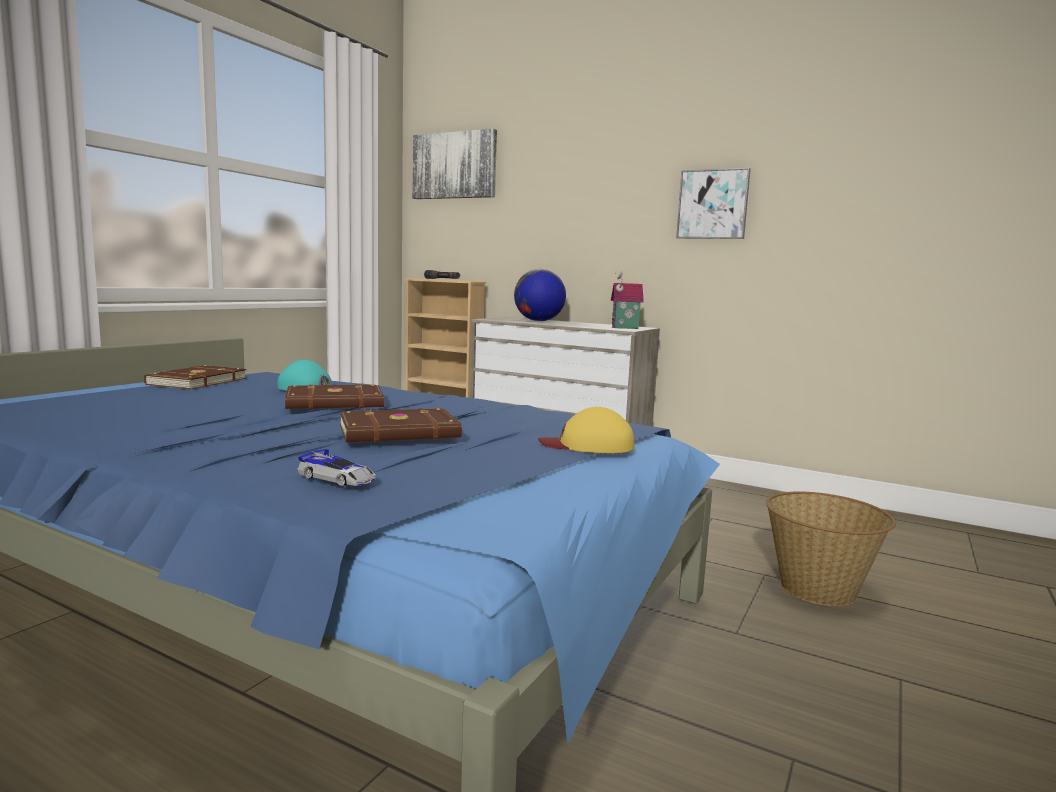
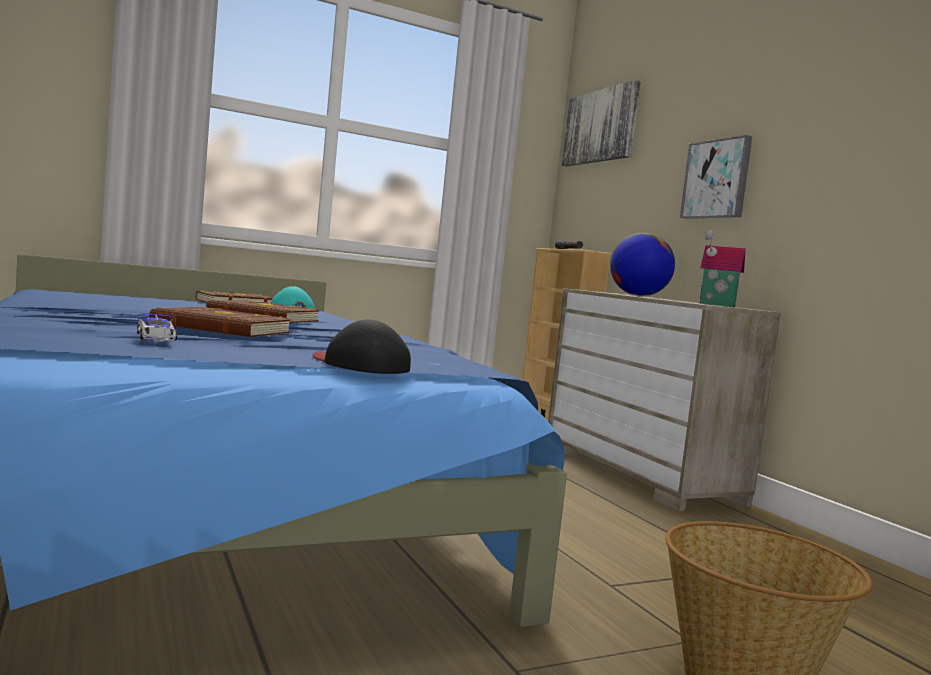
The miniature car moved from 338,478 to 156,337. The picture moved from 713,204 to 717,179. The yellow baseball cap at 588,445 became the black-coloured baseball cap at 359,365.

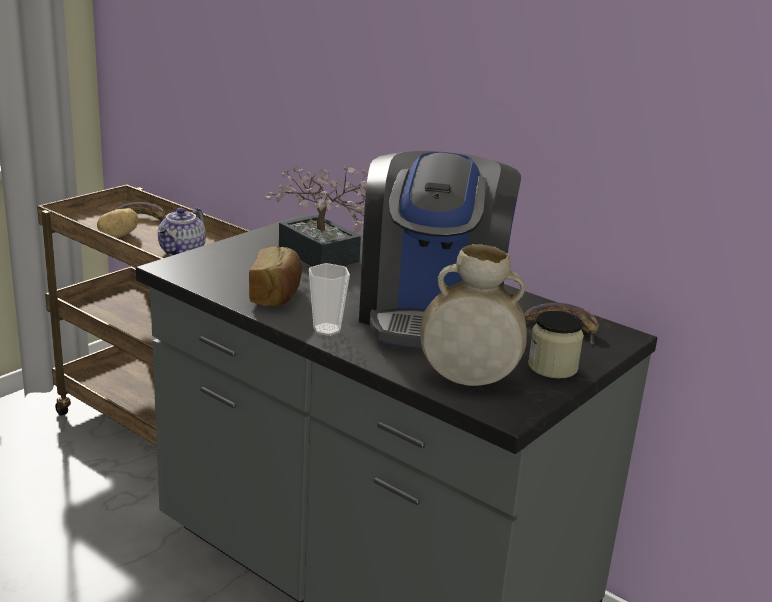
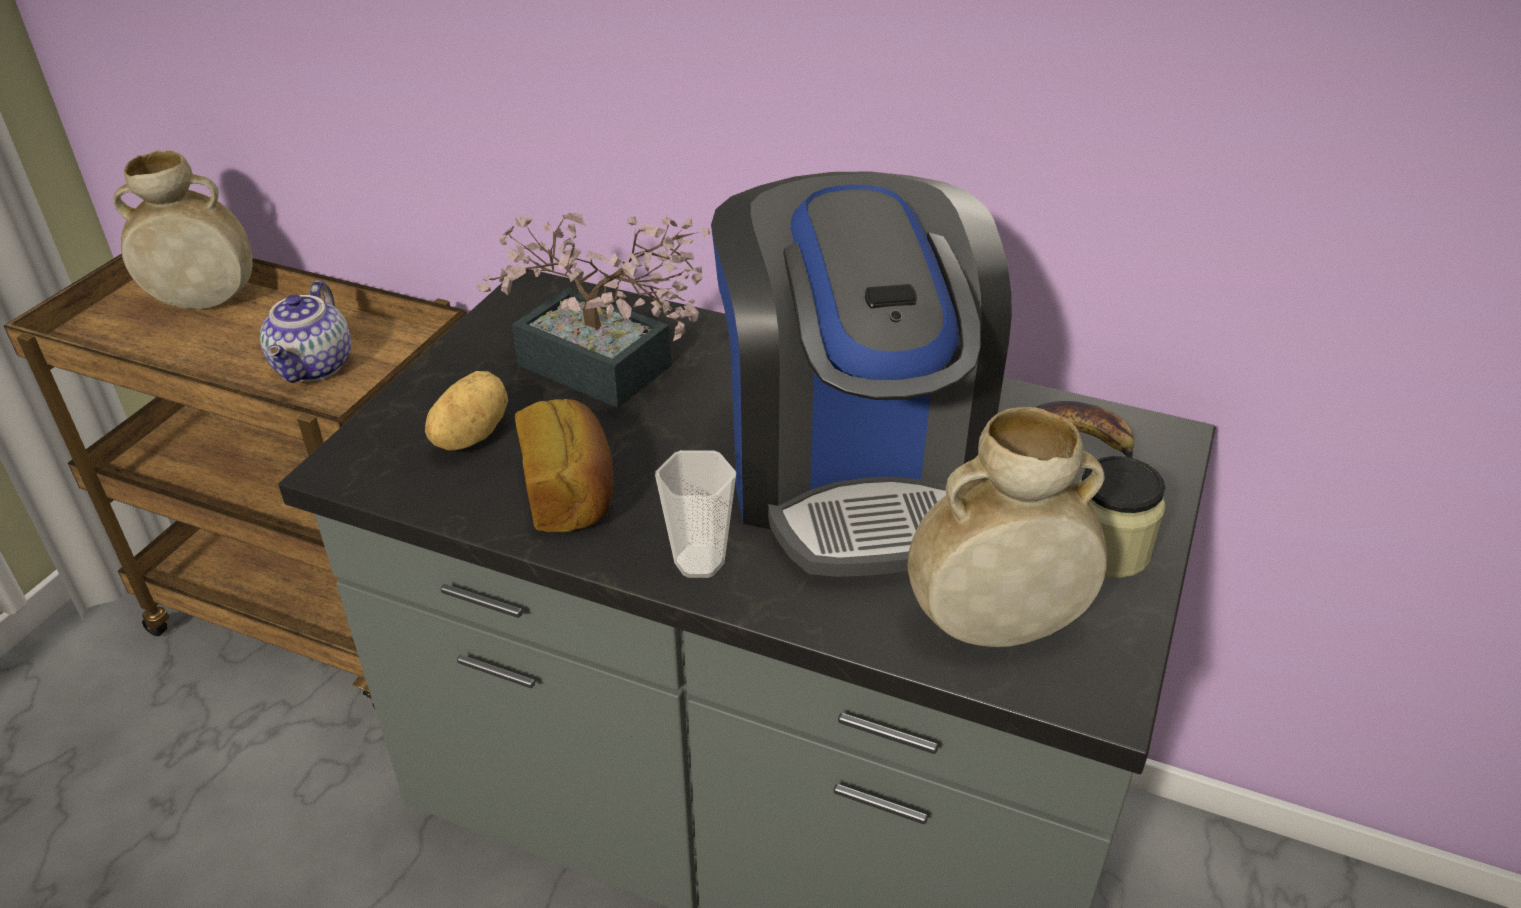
The whole potato moved from 118,235 to 469,436. The banana at 140,219 was replaced by the beige flower vase at 205,302.

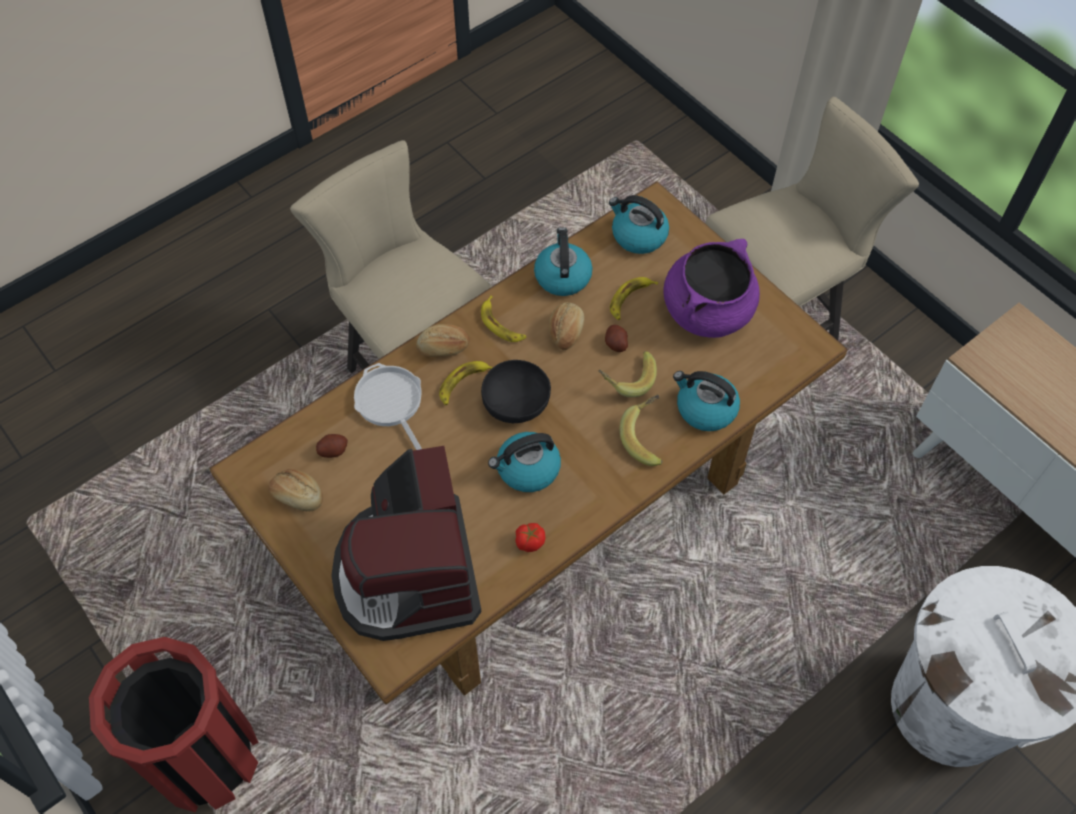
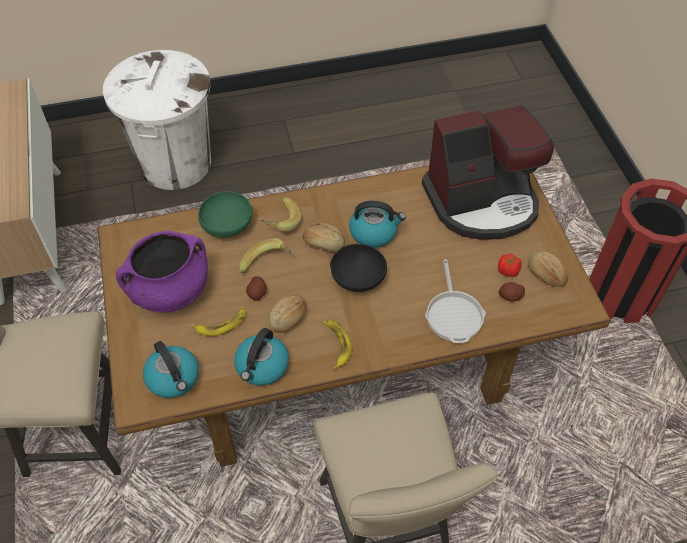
The banana at 463,384 disappeared. The bakery bread moved from 443,348 to 324,243. The fresh tomato moved from 529,542 to 508,271. The tea kettle at 705,409 was replaced by the green-coloured bowl at 227,225. The coffee brewer at 408,573 turned 60 degrees clockwise.

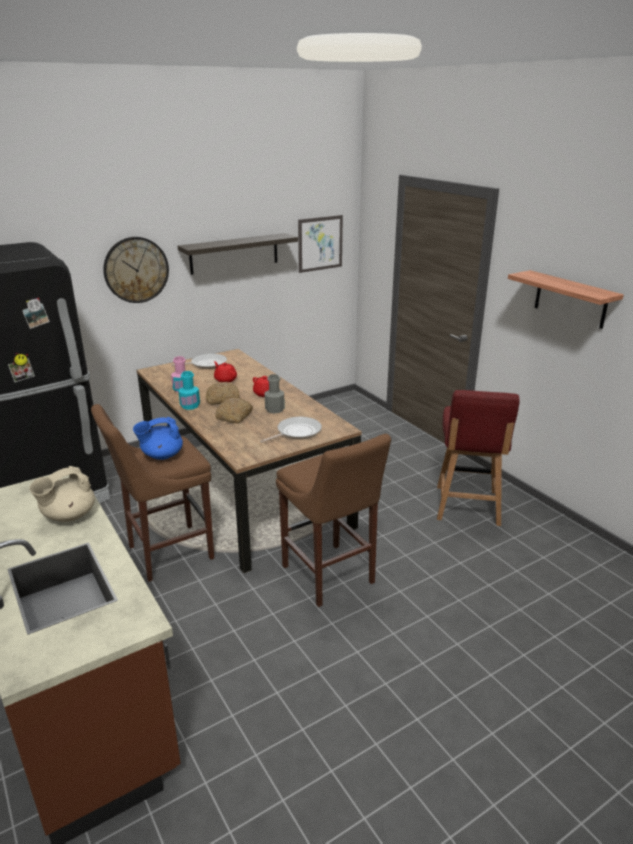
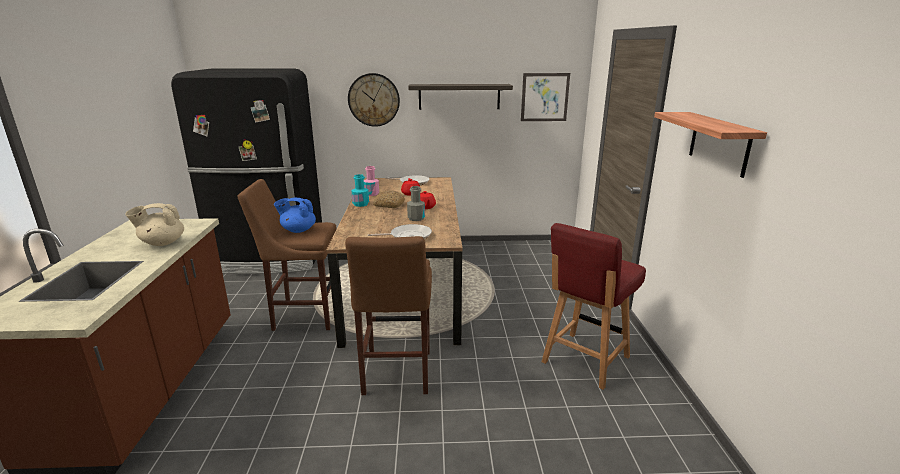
The bakery bread at 234,416 disappeared.

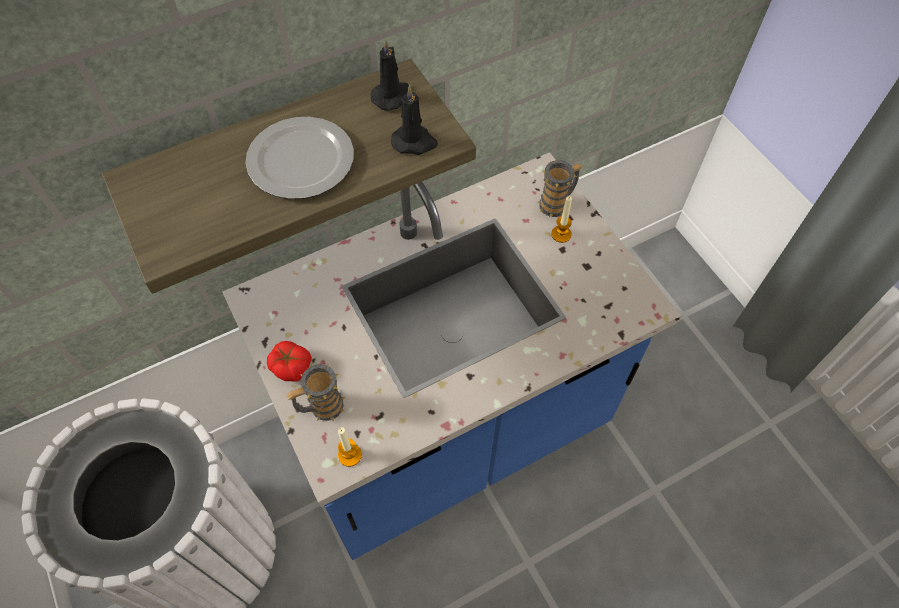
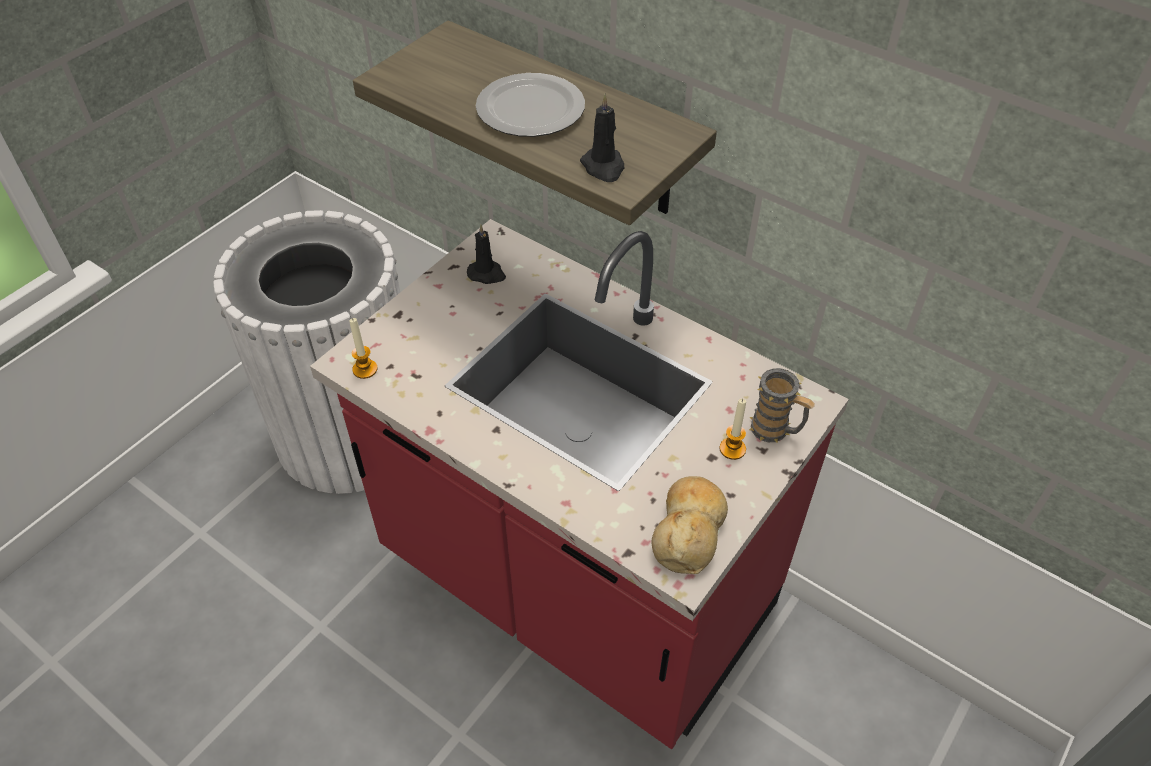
The fresh tomato at 291,367 disappeared. The coffee mug at 321,408 disappeared. The bakery bread at 689,531 appeared. The black-coloured wax candle moved from 392,96 to 487,274. The bluish kitchen counter at 449,431 became the reddish kitchen counter at 575,587.

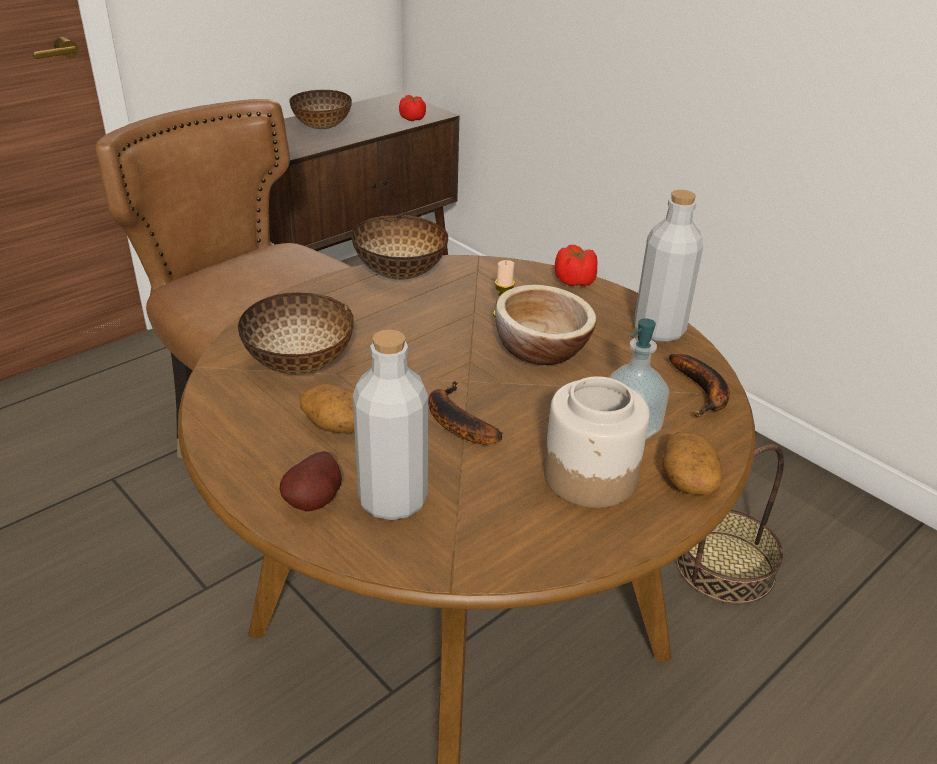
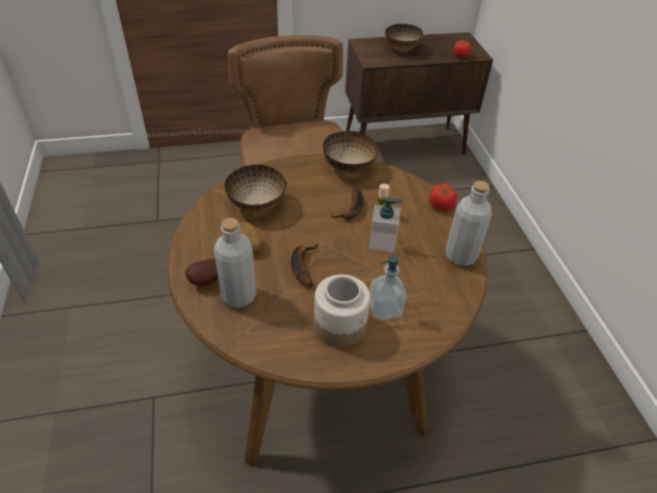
The whole potato at 687,479 disappeared. The storage basket at 724,566 disappeared. The banana moved from 703,392 to 352,209. The bowl at 541,349 was replaced by the soap bottle at 382,242.

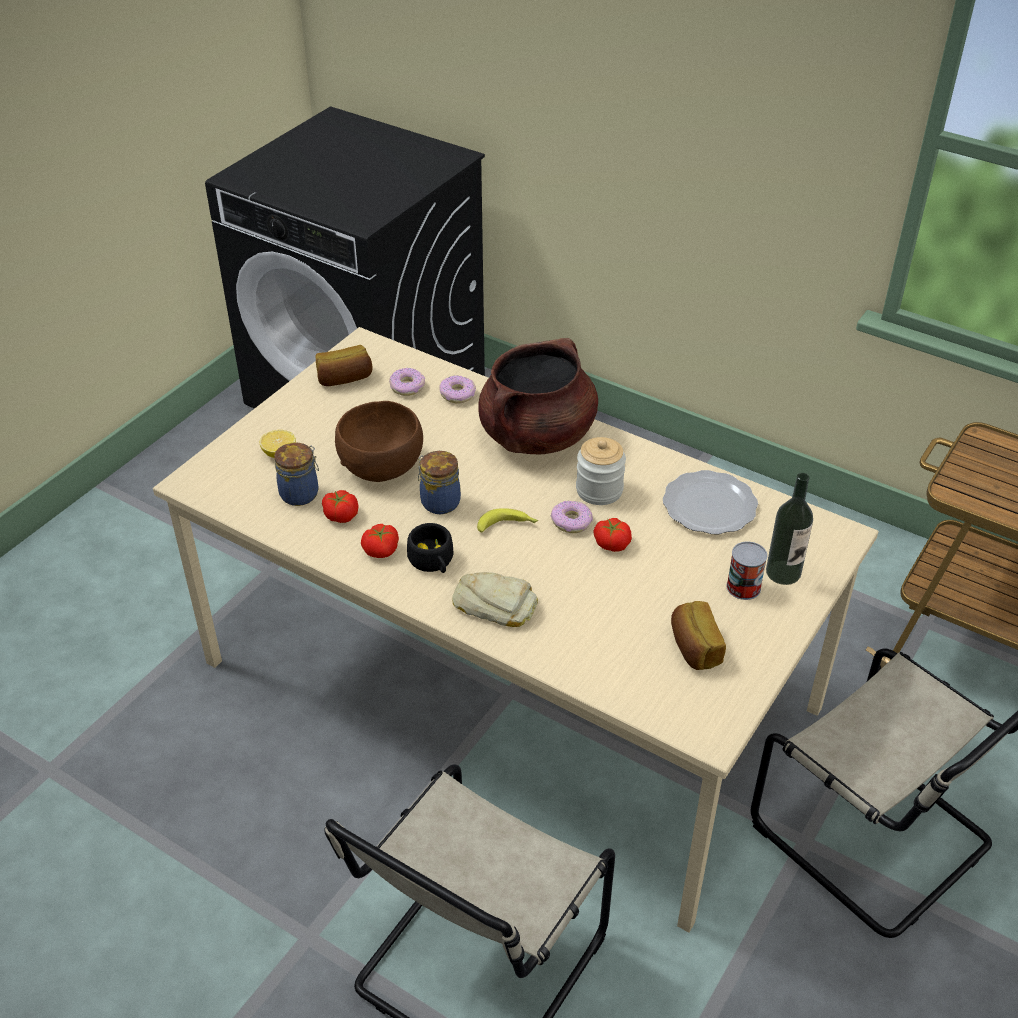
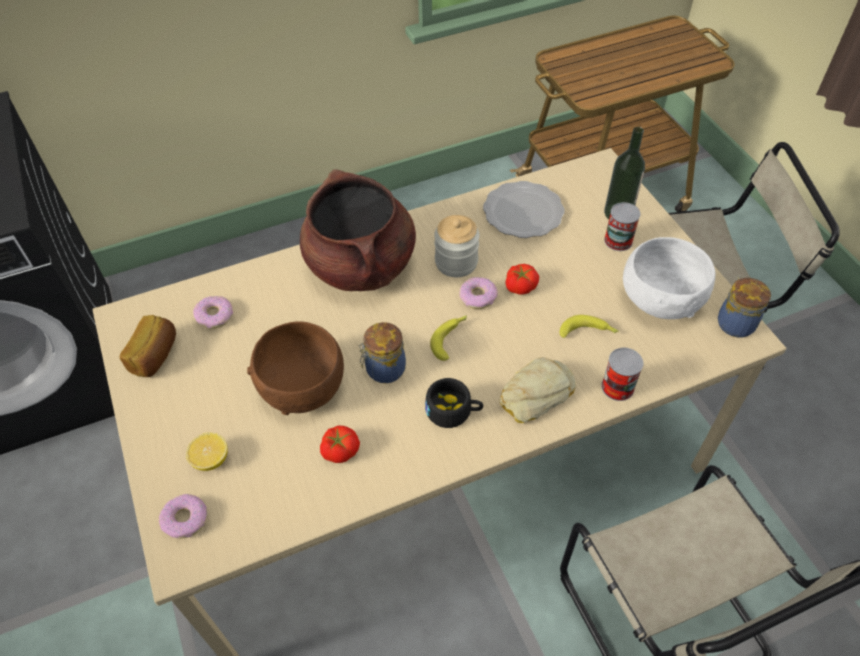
The fresh tomato at 381,550 disappeared. The banana at 588,332 appeared. The sealed can at 617,387 appeared. The jar moved from 301,493 to 734,322. The doughnut moved from 457,394 to 185,519. The bakery bread at 693,647 was replaced by the white-coloured bowl at 659,299.

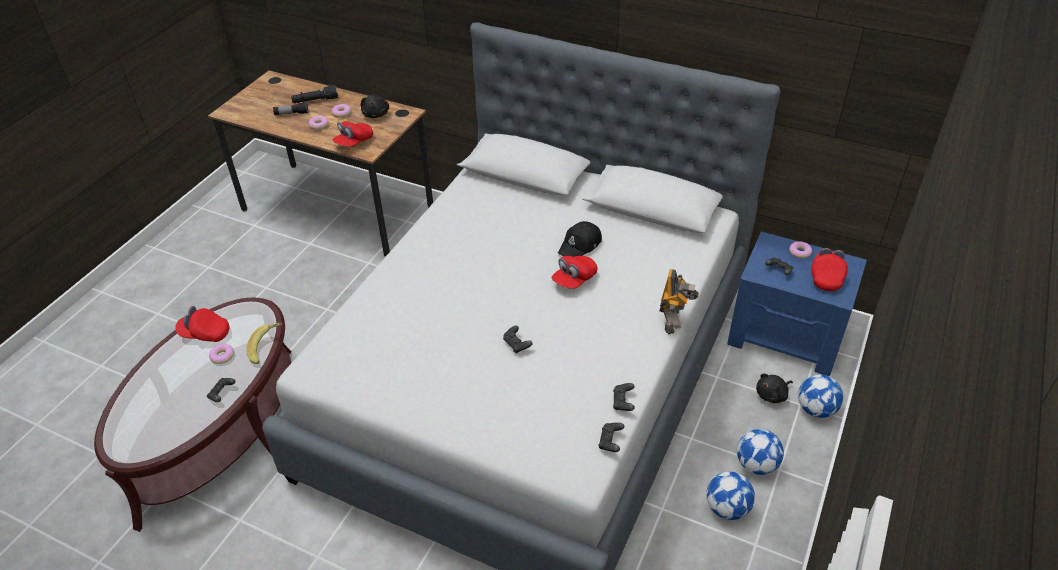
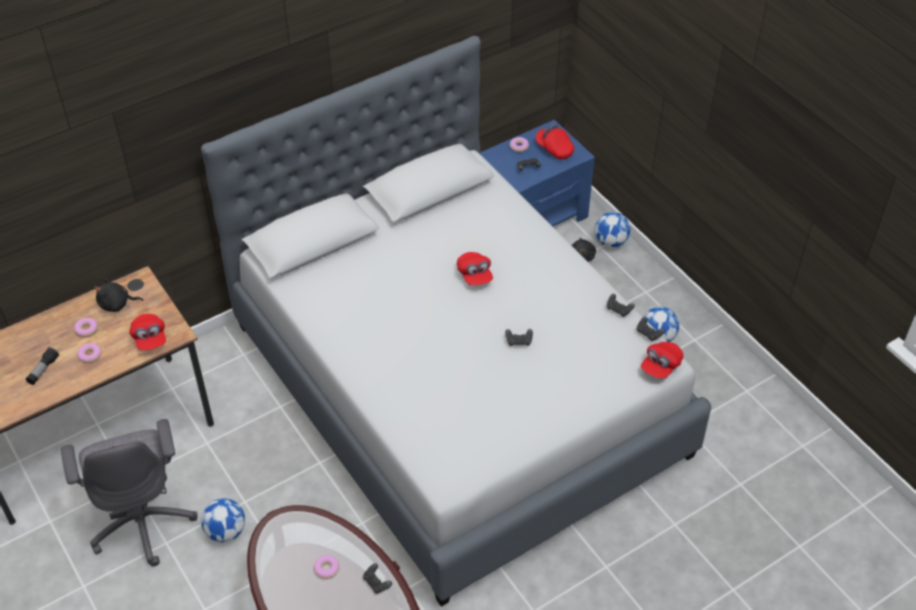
The banana at 268,349 disappeared. The black-coloured flashlight at 315,101 disappeared. The black-coloured baseball cap at 580,245 disappeared. The model robot at 673,321 disappeared. The grey desk chair at 143,520 appeared. The reddish baseball cap moved from 205,333 to 661,366. The ball for football moved from 756,464 to 226,531. The black-coloured soft toy at 376,114 turned 150 degrees clockwise.

